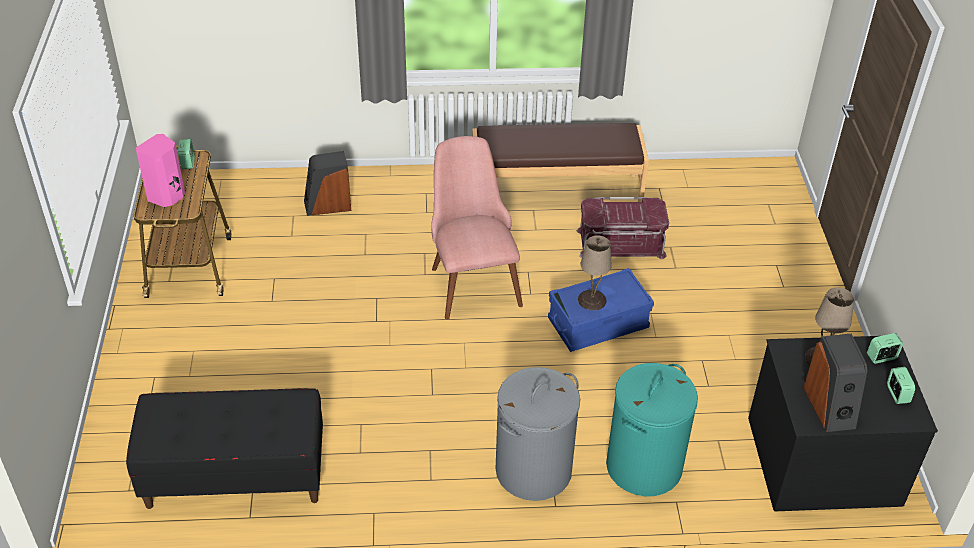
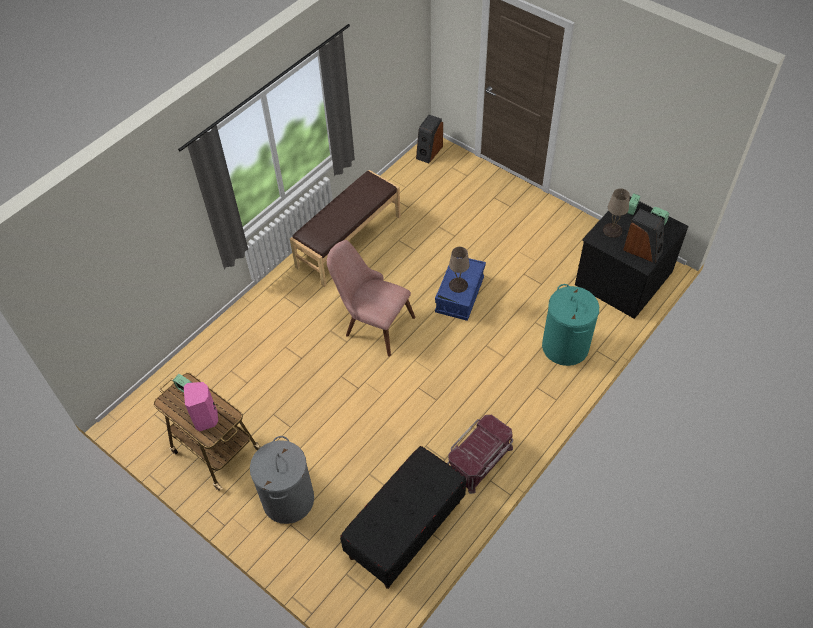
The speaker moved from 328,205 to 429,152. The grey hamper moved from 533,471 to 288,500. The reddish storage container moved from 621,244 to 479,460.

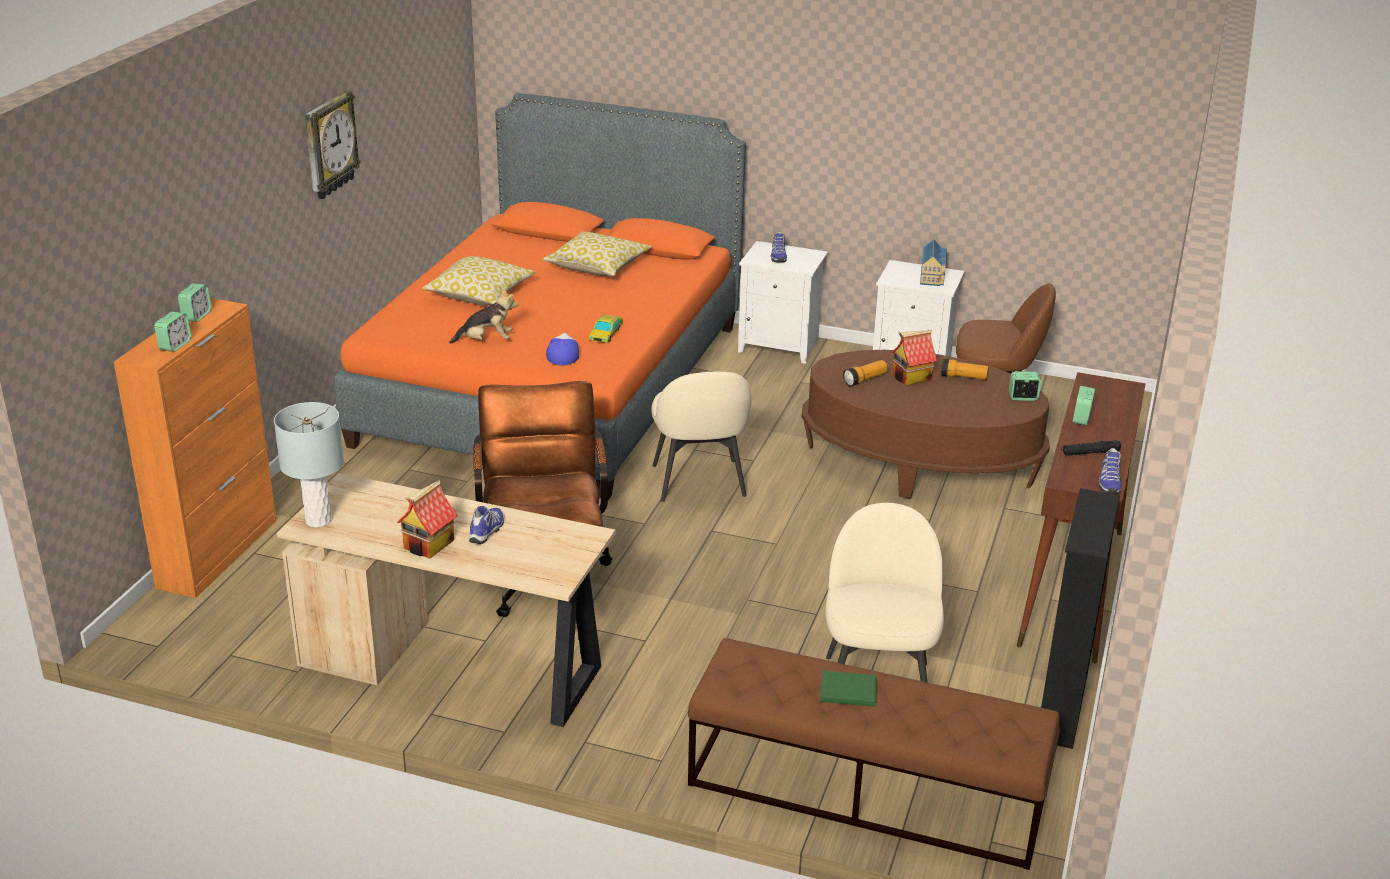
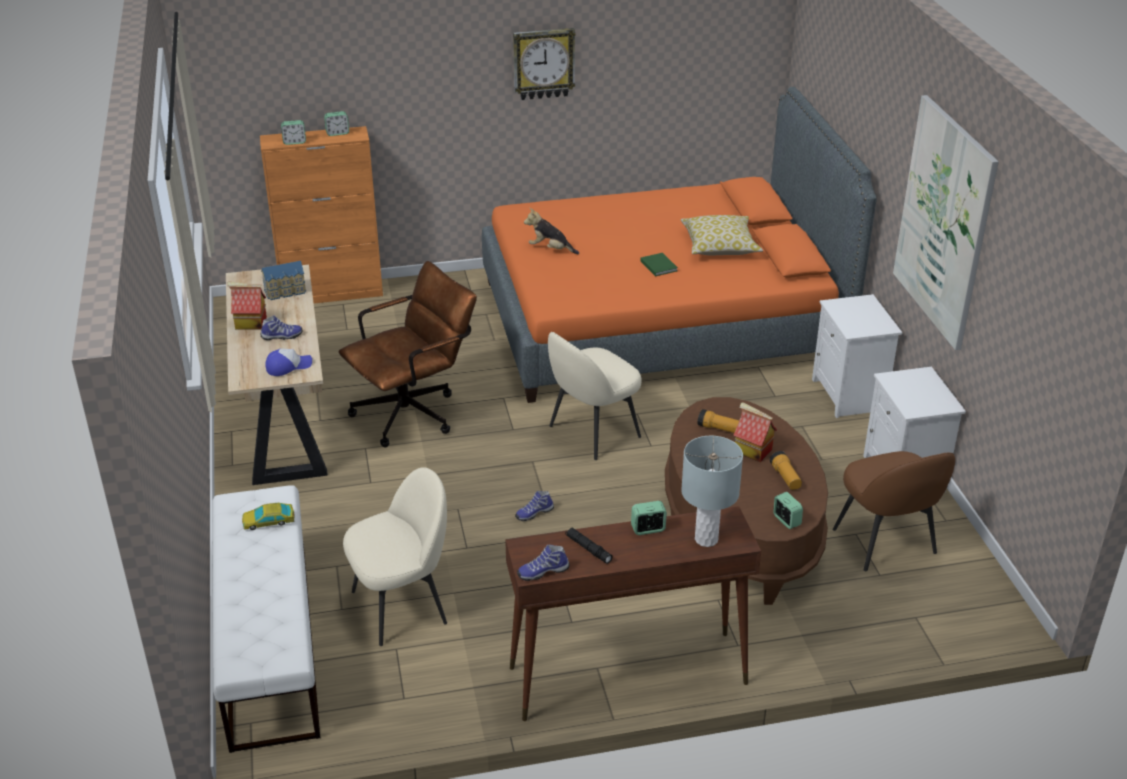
The cushion at 480,294 disappeared. The black-coloured bookcase at 1061,709 disappeared. The picture at 944,222 appeared. The grey tabletop lamp moved from 318,521 to 706,539. The baseball cap moved from 563,354 to 288,366. The miniature car moved from 606,333 to 269,521. The low shoe moved from 778,256 to 534,513. The green-coloured book moved from 846,690 to 658,265. The toy house moved from 933,277 to 286,291. The brown indoor bench at 864,791 became the white-coloured indoor bench at 269,640. The soft toy at 486,341 turned 150 degrees clockwise.

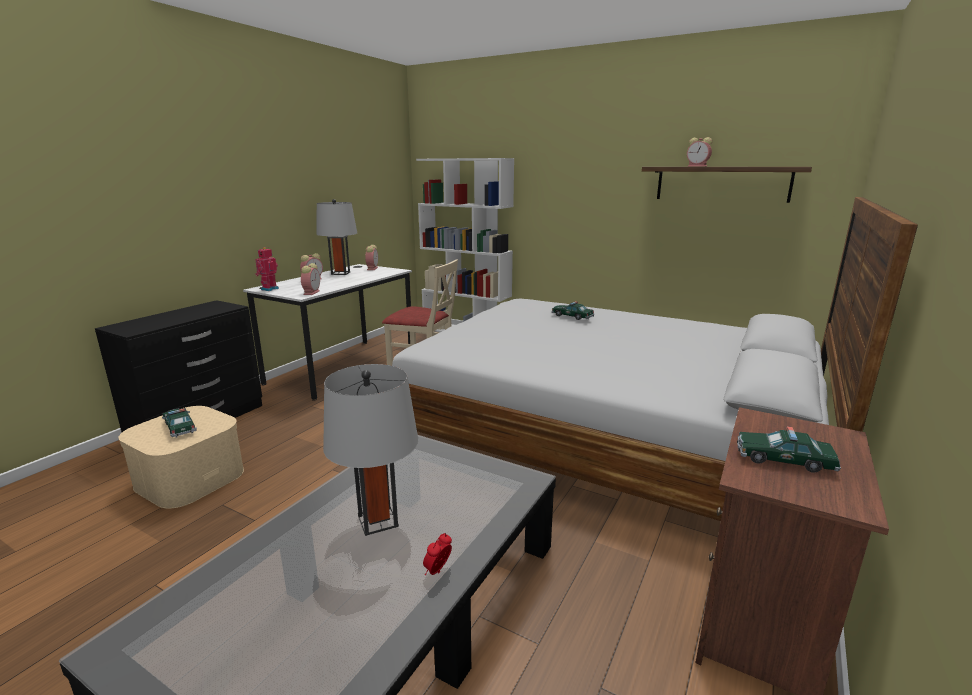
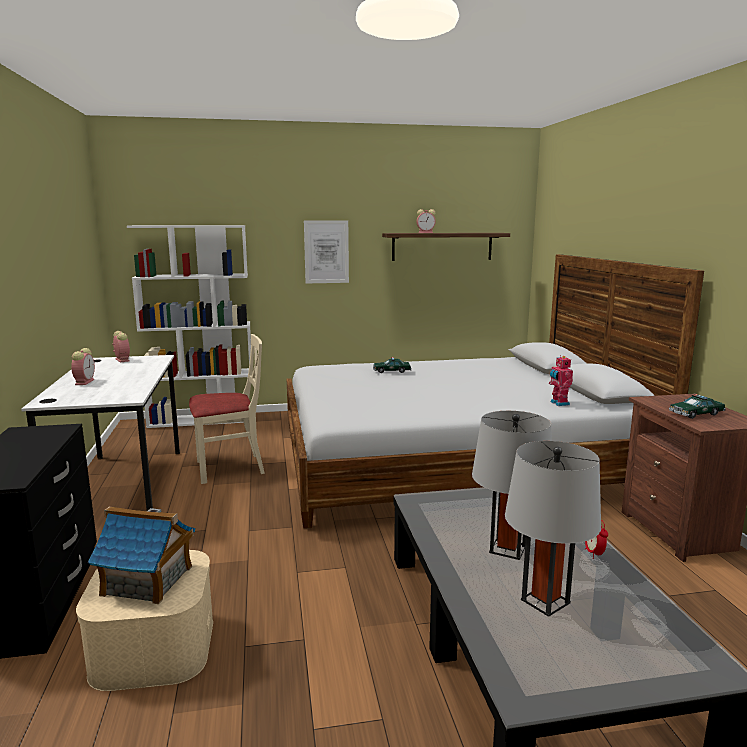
The alarm clock at 312,292 disappeared. The picture at 326,252 appeared. The model robot moved from 269,289 to 558,403. The grey tabletop lamp moved from 340,273 to 545,601. The miniature car at 180,427 was replaced by the toy house at 147,581.

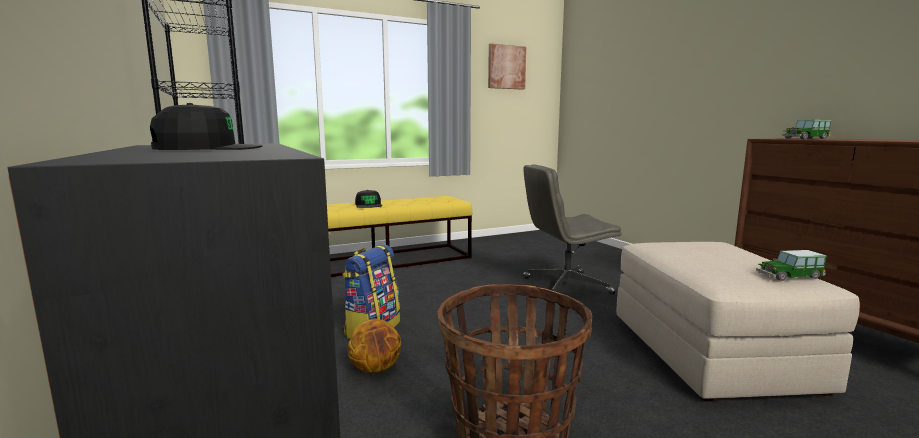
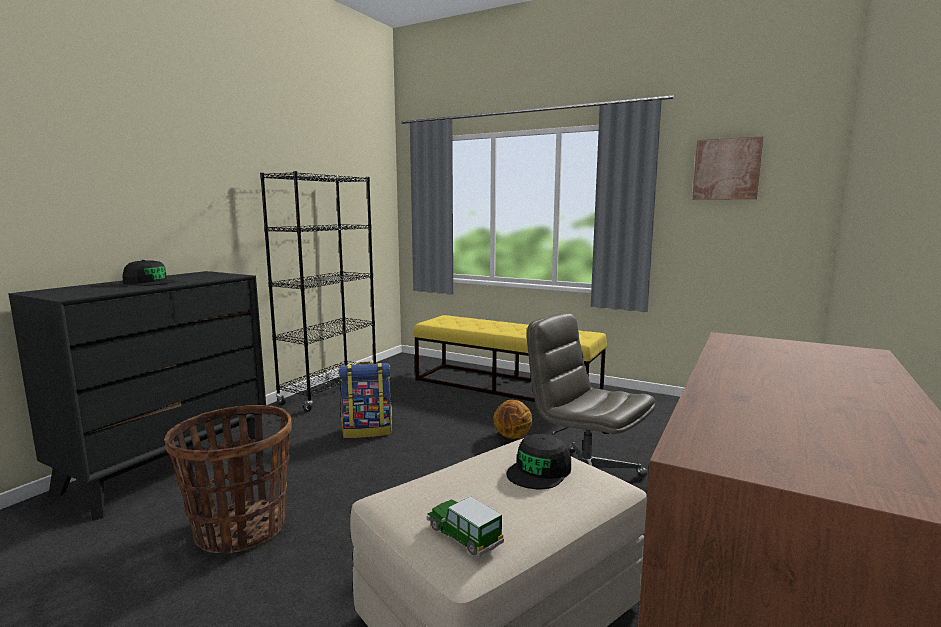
The miniature car at 805,138 disappeared. The basketball ball moved from 376,369 to 512,436. The black-coloured baseball cap moved from 368,205 to 539,471.

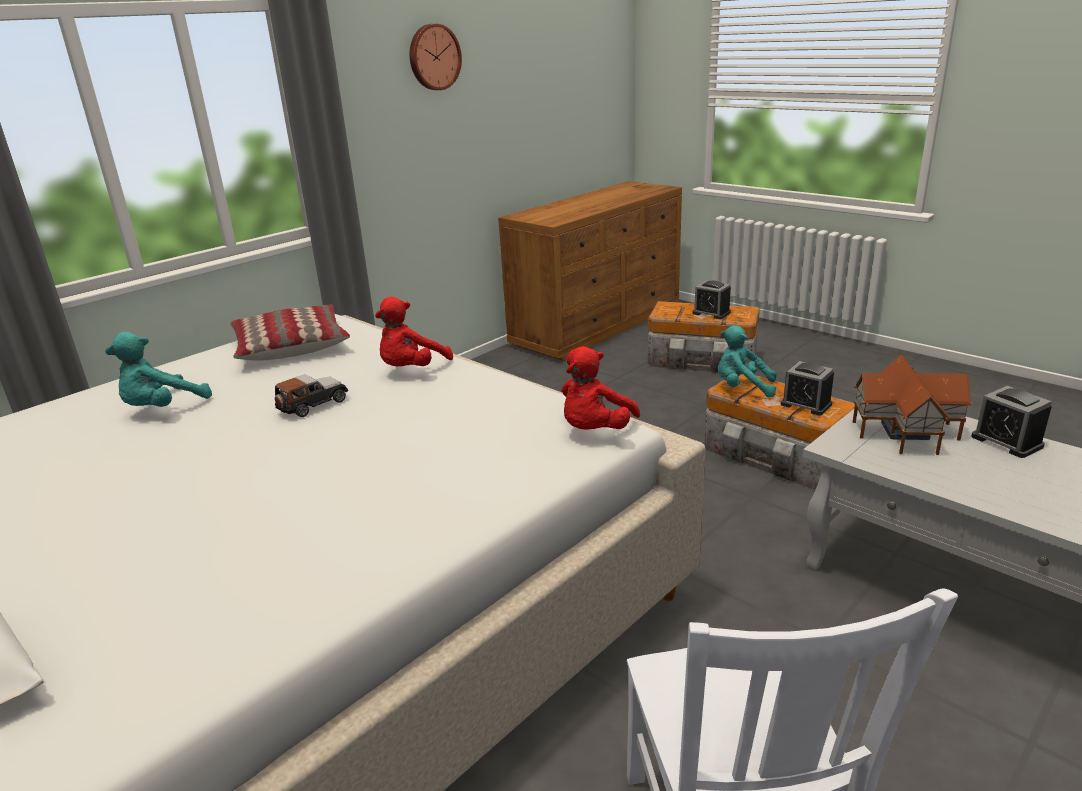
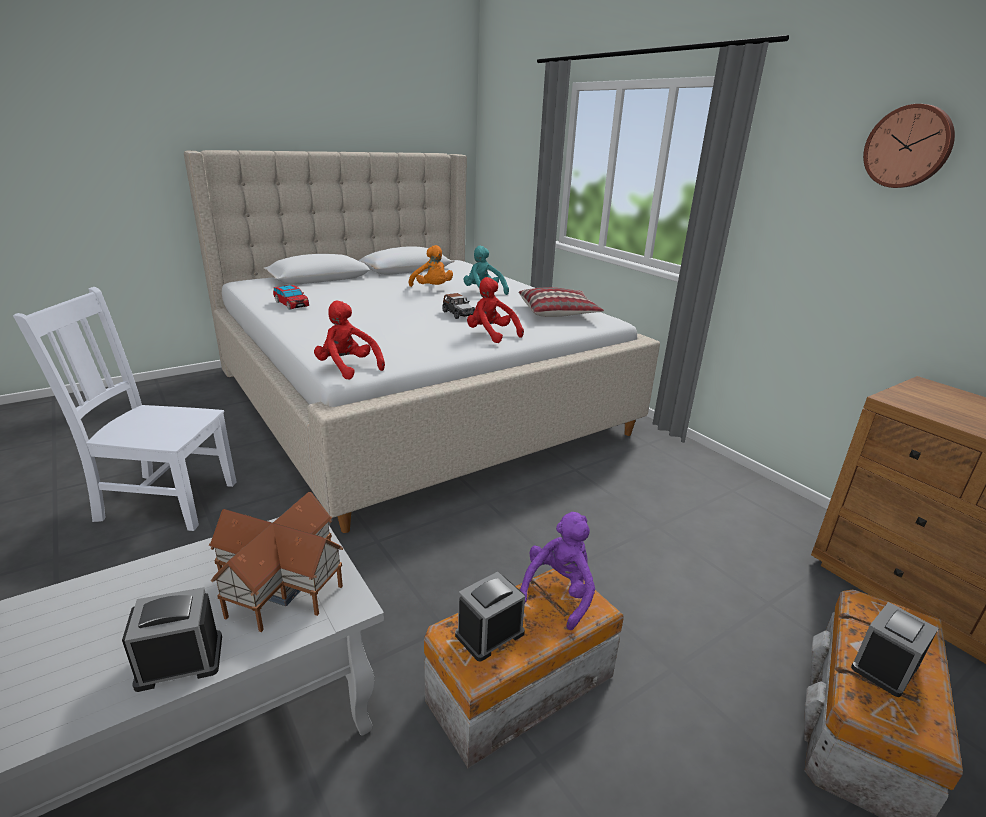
The miniature car at 291,304 appeared. The orange-coloured soft toy at 432,289 appeared. The turquoise-coloured soft toy at 742,388 became the purplish soft toy at 558,593.

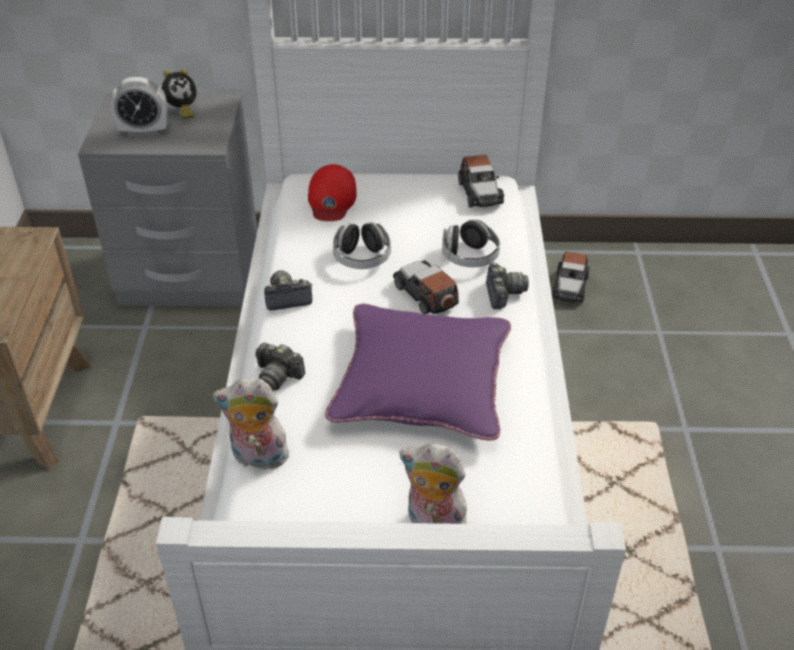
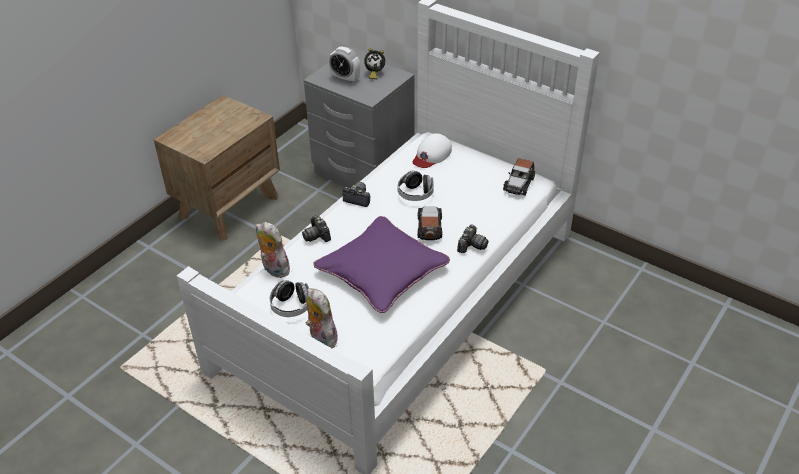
The miniature car at 570,287 disappeared. The headphones moved from 469,257 to 291,306. The reddish baseball cap at 331,199 became the white-coloured baseball cap at 431,155.

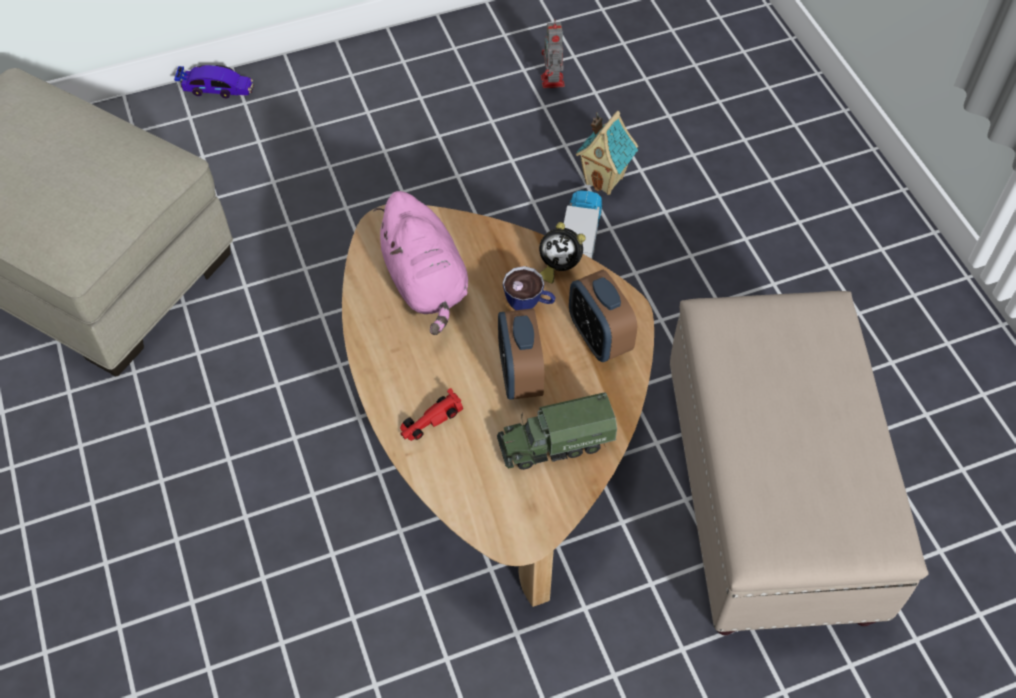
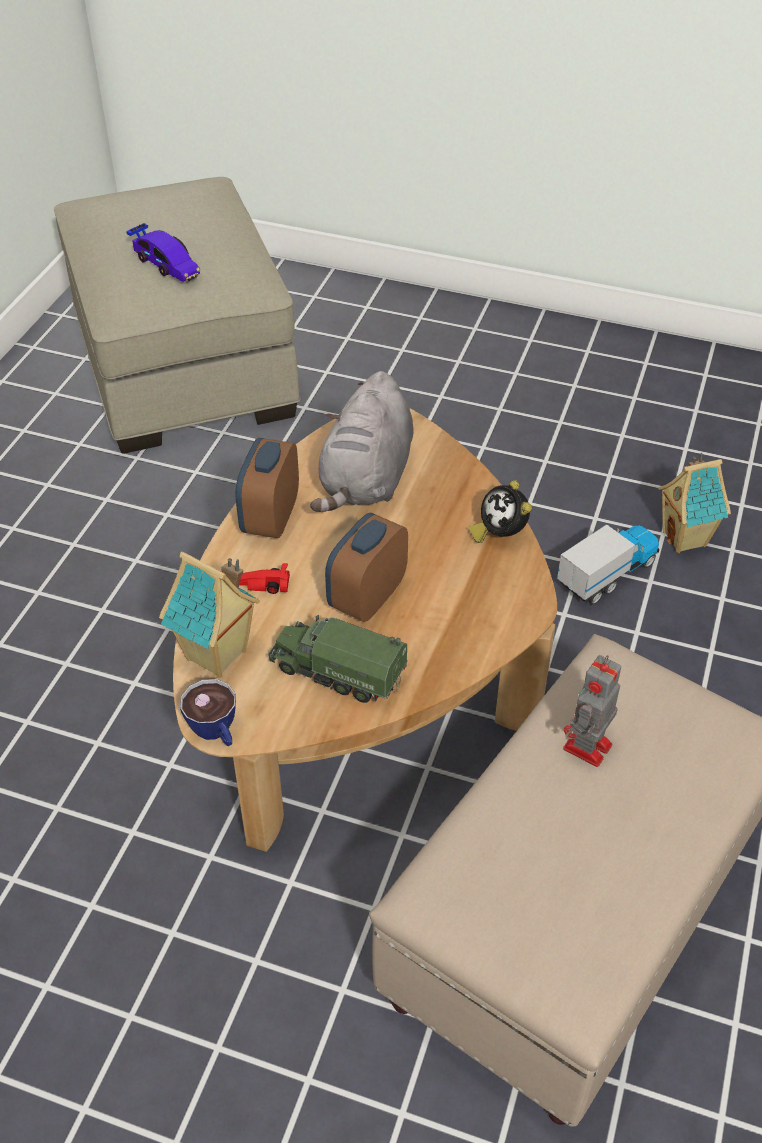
The toy house at 217,656 appeared. The miniature car moved from 217,88 to 166,264. The drinking cup moved from 529,303 to 216,732. The model robot moved from 552,82 to 586,748. The alarm clock moved from 599,338 to 270,519. The pinkish soft toy at 426,283 became the grey soft toy at 366,480.

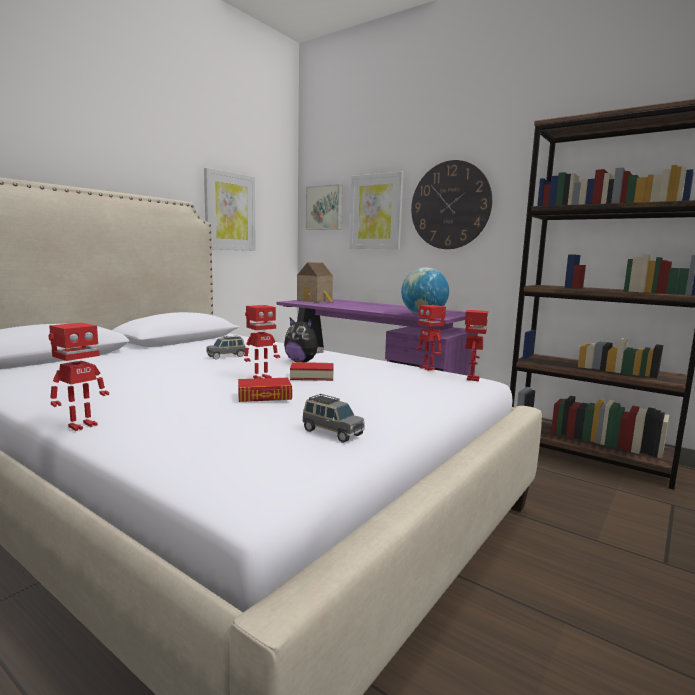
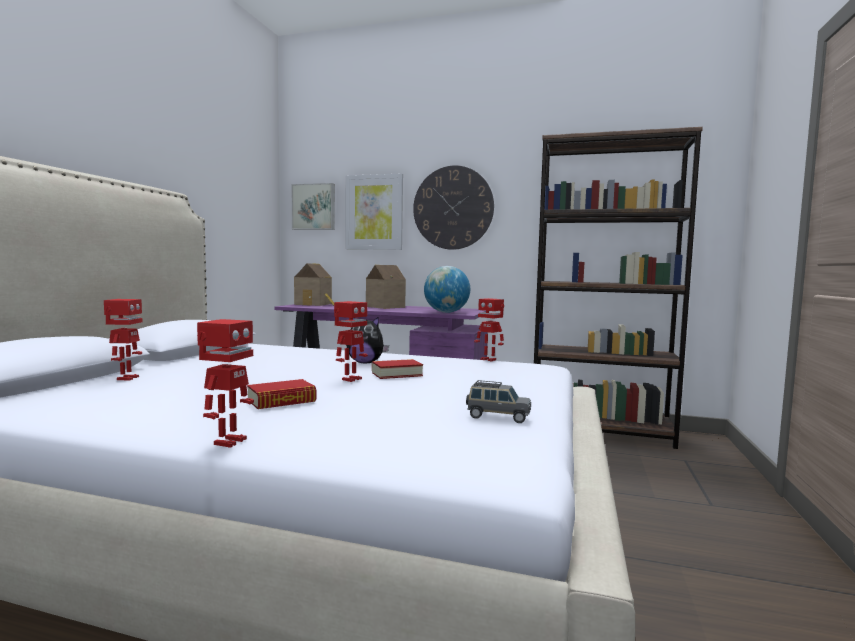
The picture at 230,212 disappeared. The grey miniature car at 226,356 disappeared. The toy house at 384,307 appeared. The book moved from 264,396 to 281,401. The model robot moved from 472,379 to 126,378.

